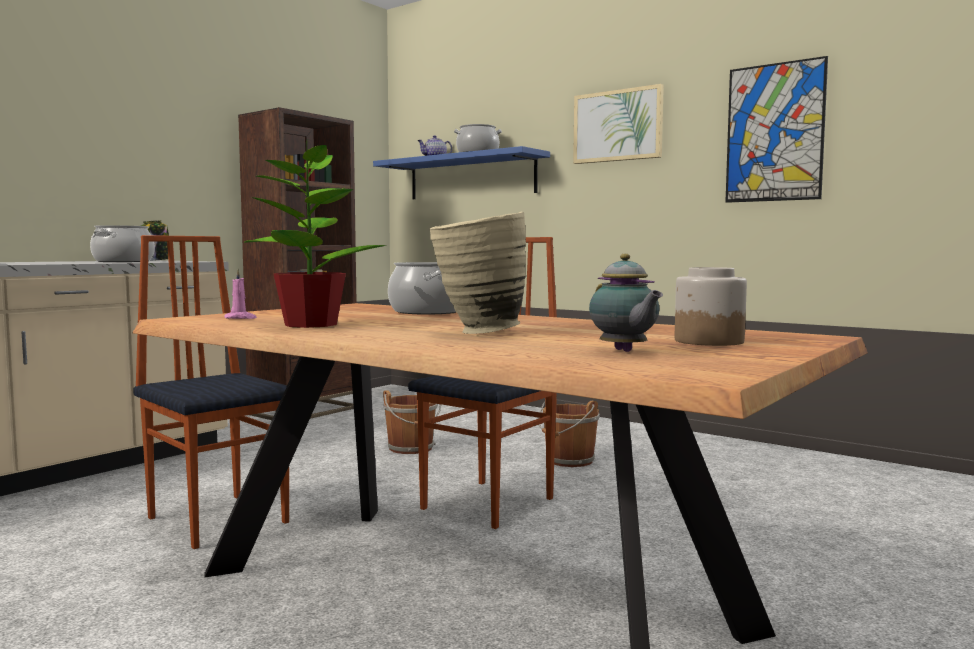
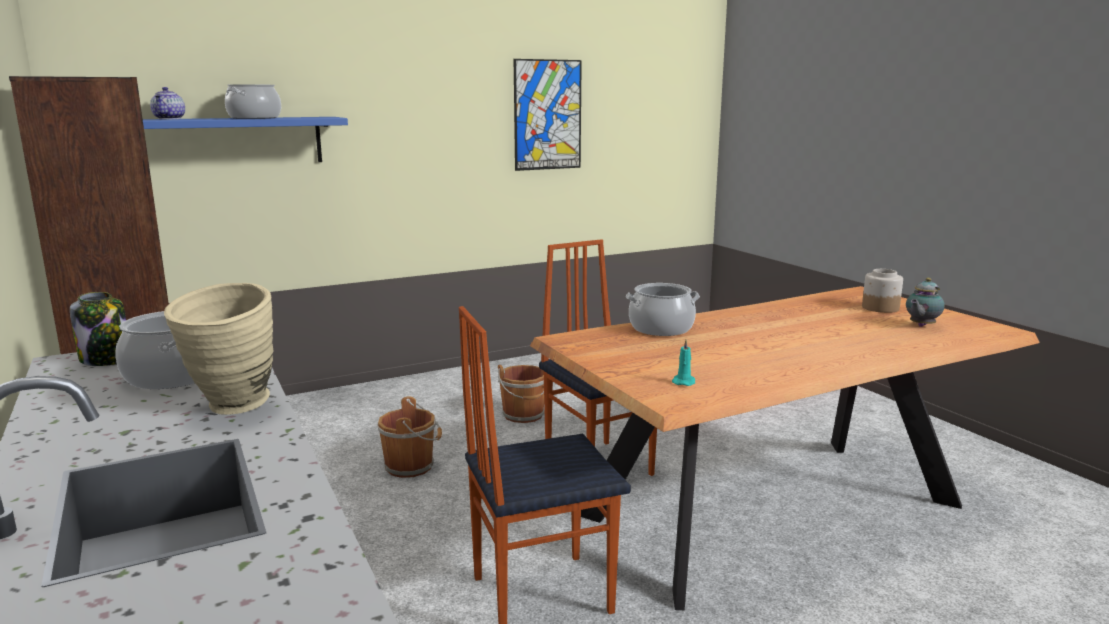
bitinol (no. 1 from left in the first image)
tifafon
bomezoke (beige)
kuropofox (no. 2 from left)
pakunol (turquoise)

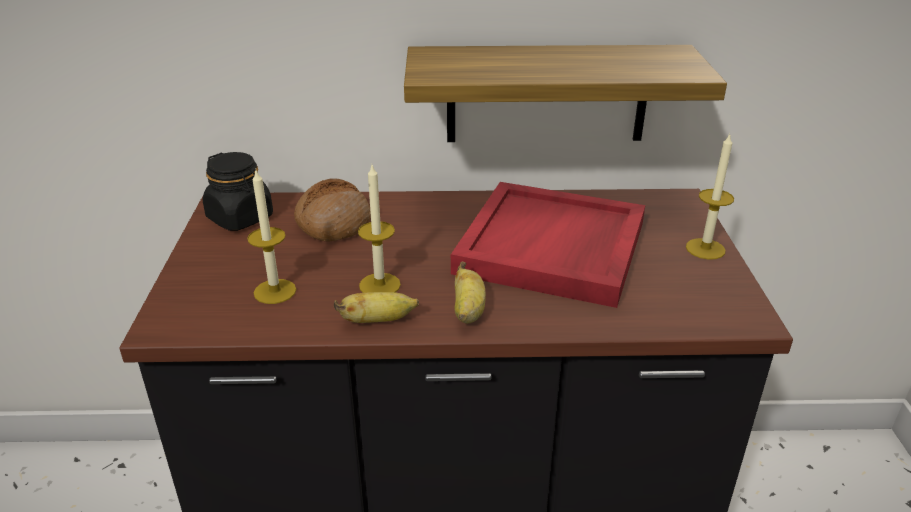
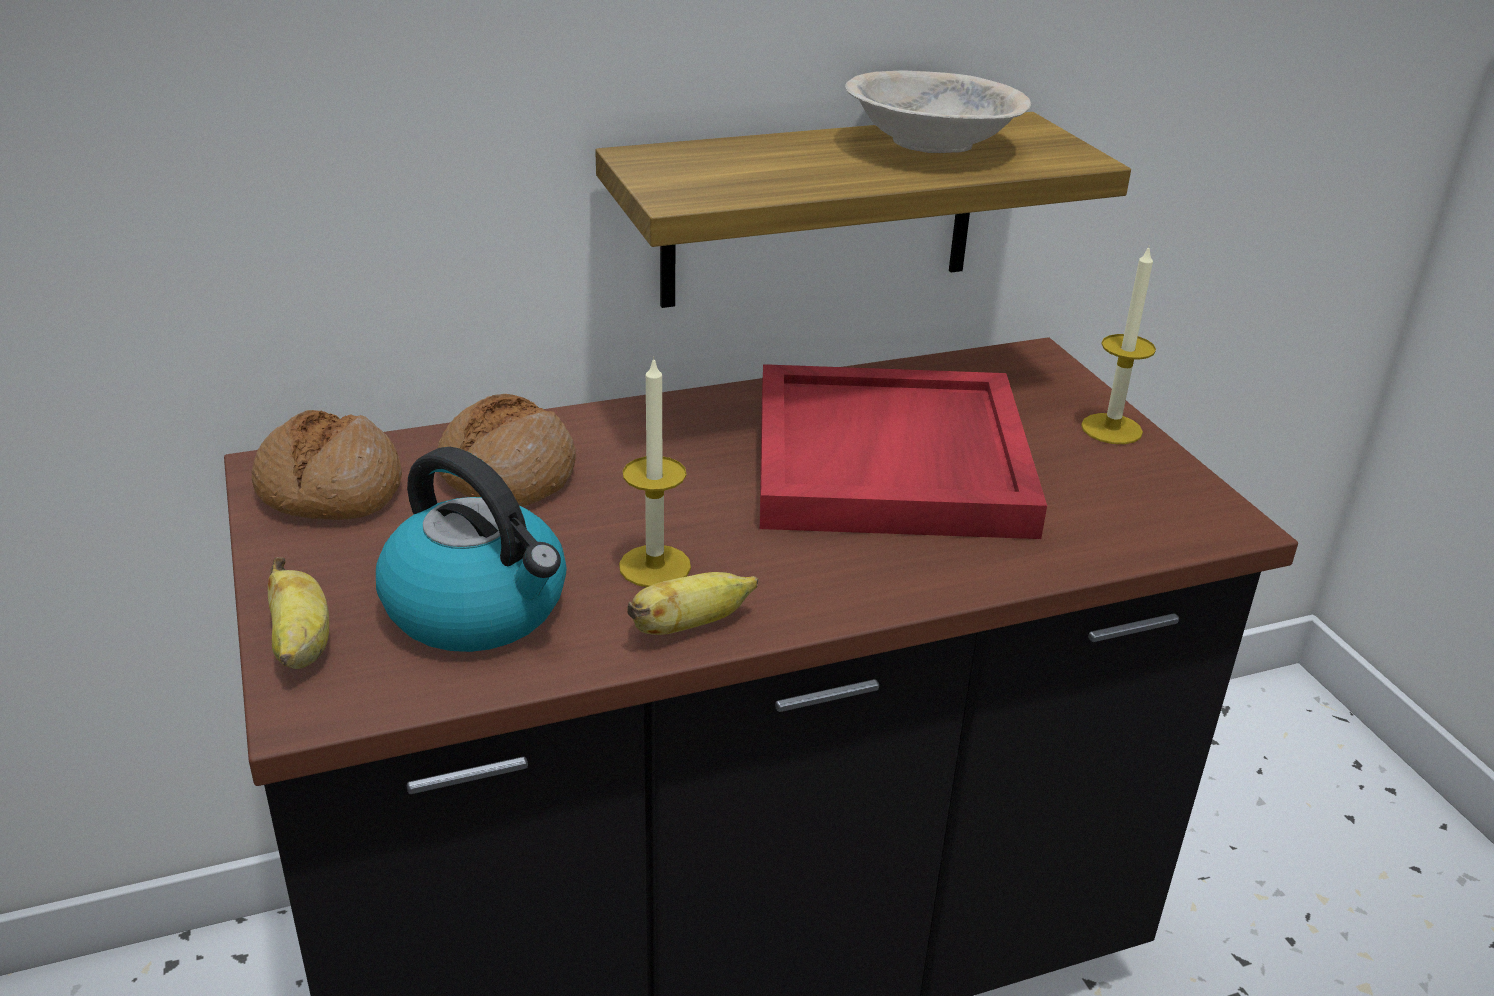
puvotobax (no. 1 from left)
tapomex
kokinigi (no. 1 from left)
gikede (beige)

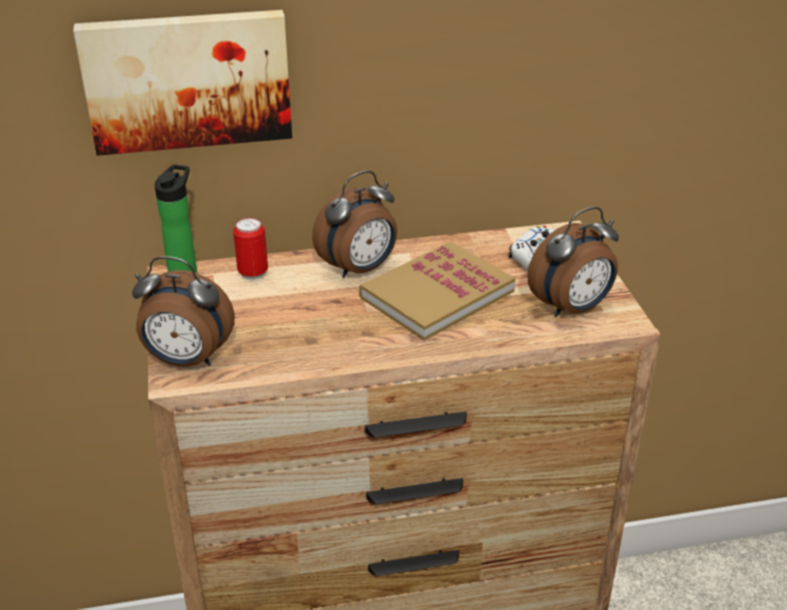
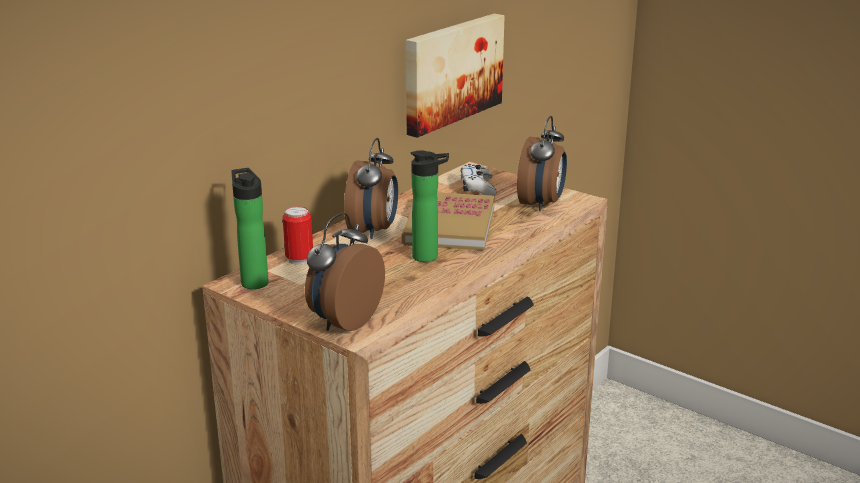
bitinol
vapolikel (no. 1 from left)
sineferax (no. 2 from left)

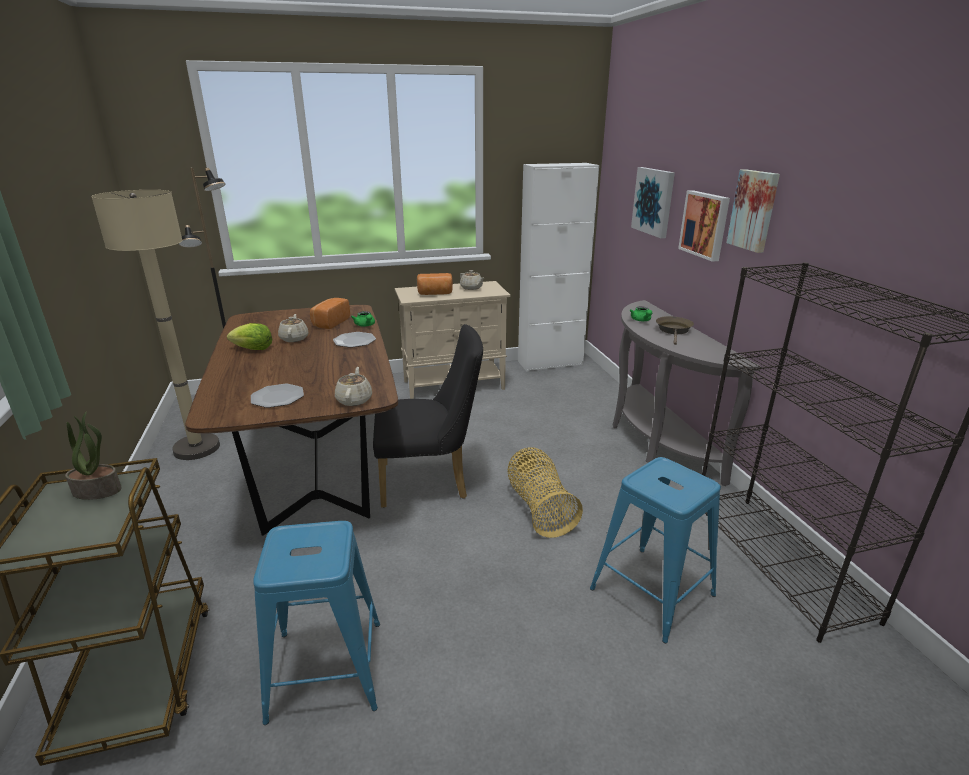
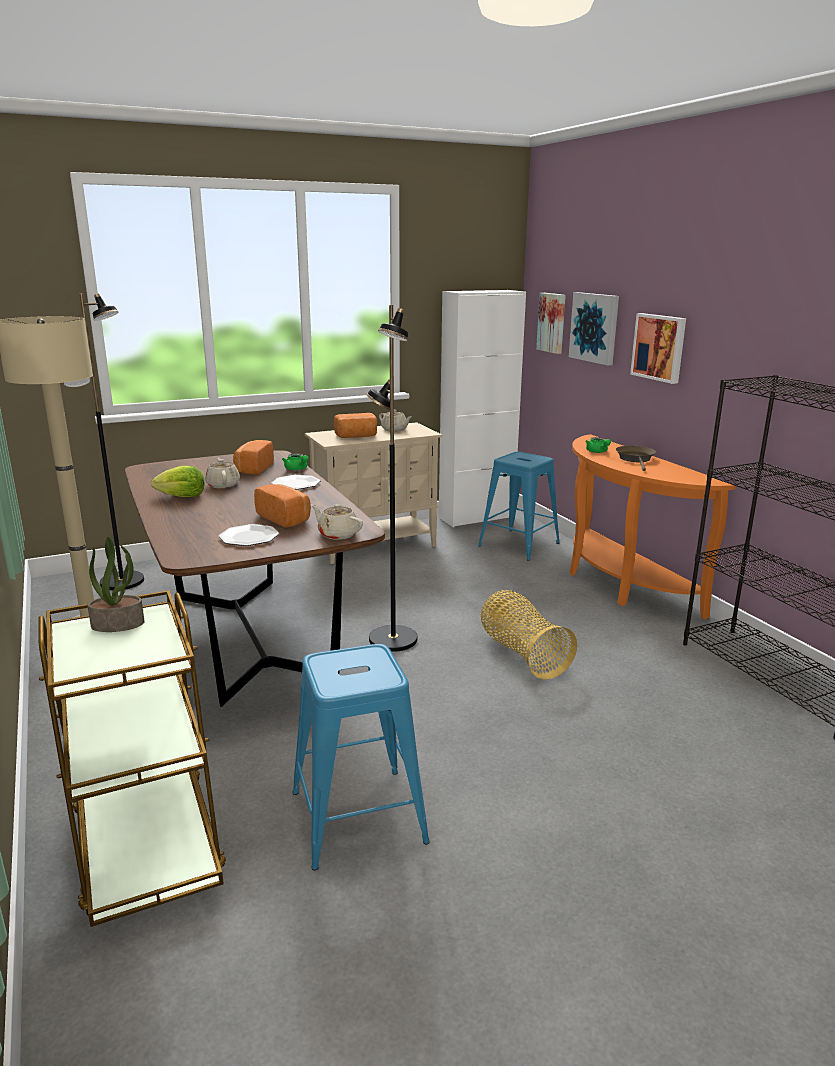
bitinol (no. 1 from left)
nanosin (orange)
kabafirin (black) (no. 2 from left)
kuropofox (beige) (no. 2 from left)
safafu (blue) (no. 2 from left)
puvotobax (no. 2 from left)

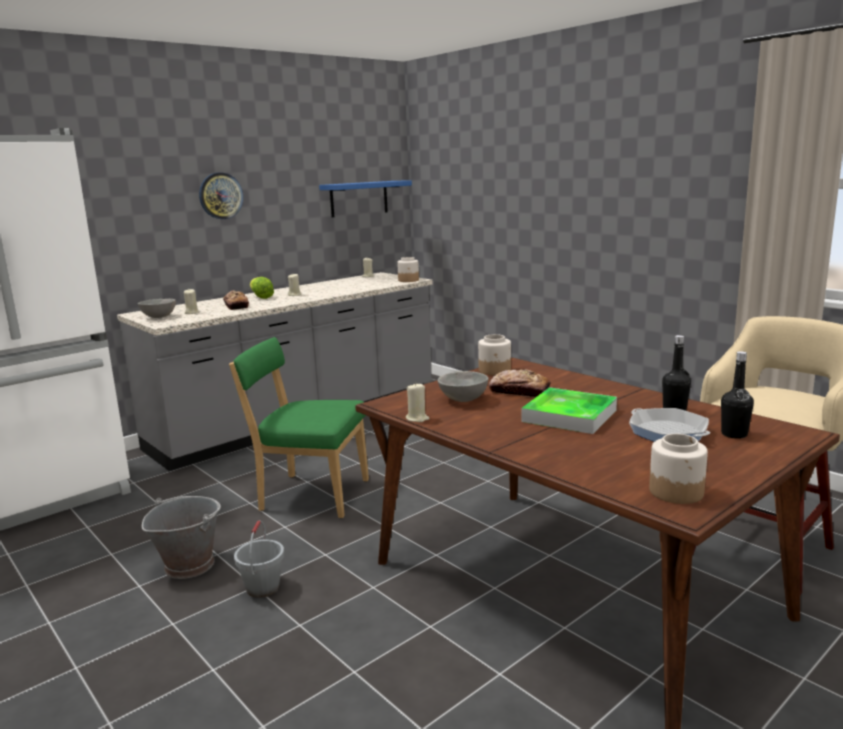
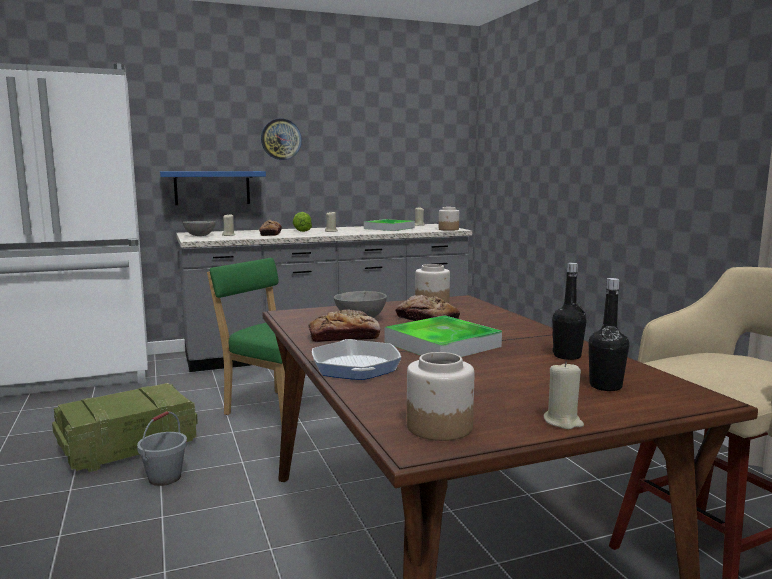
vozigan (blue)
pakunol (beige) (no. 4 from left)
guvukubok
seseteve
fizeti (no. 1 from left)
puvotobax (no. 2 from left)

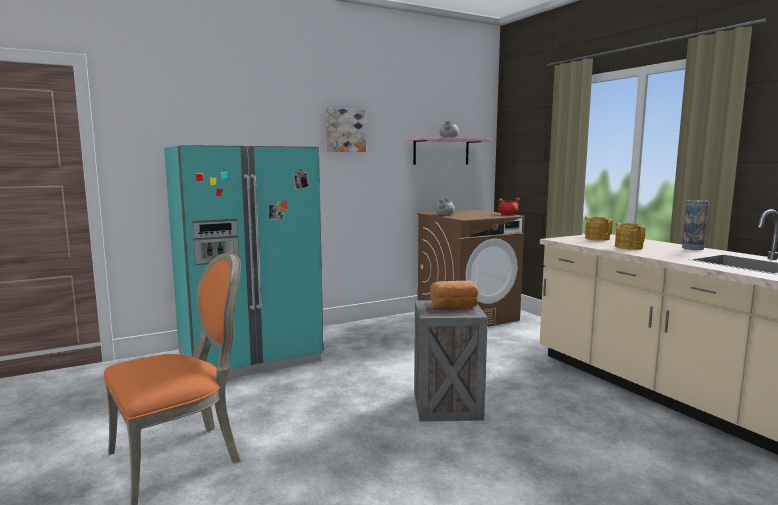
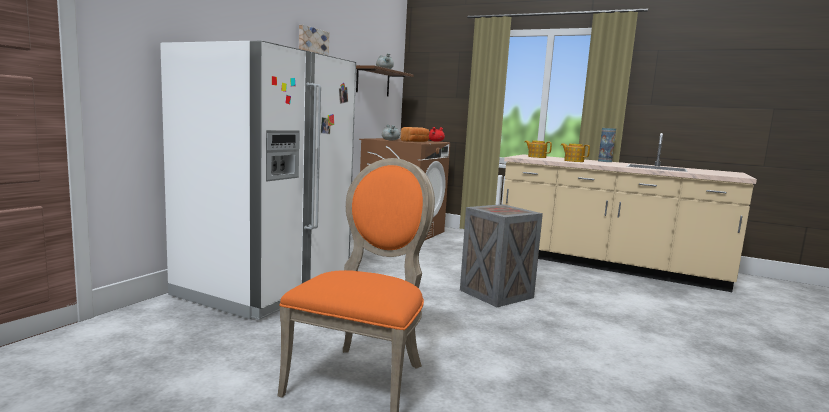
vozigan (brown)
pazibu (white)
puvotobax

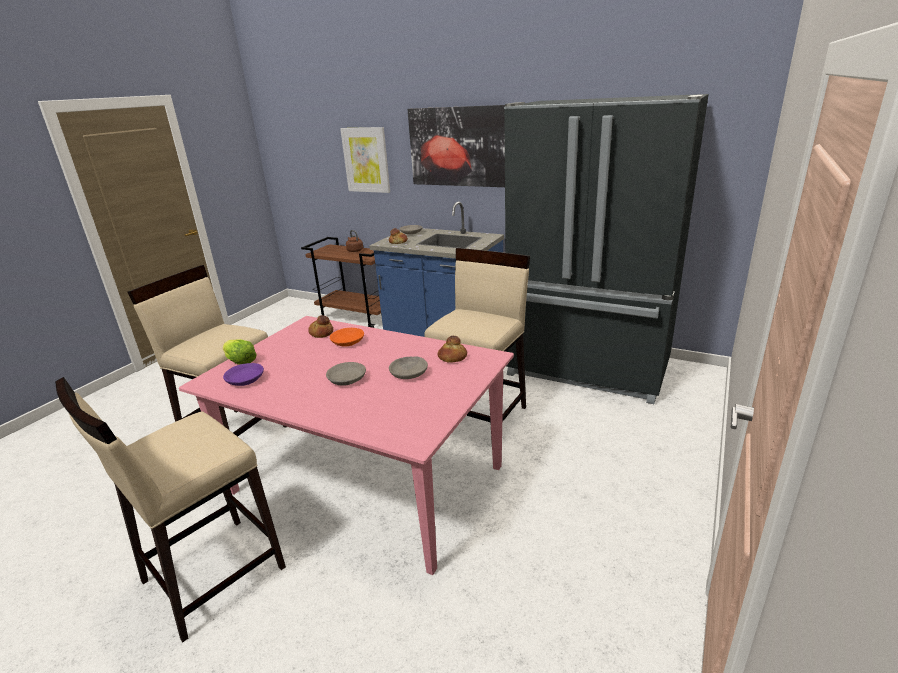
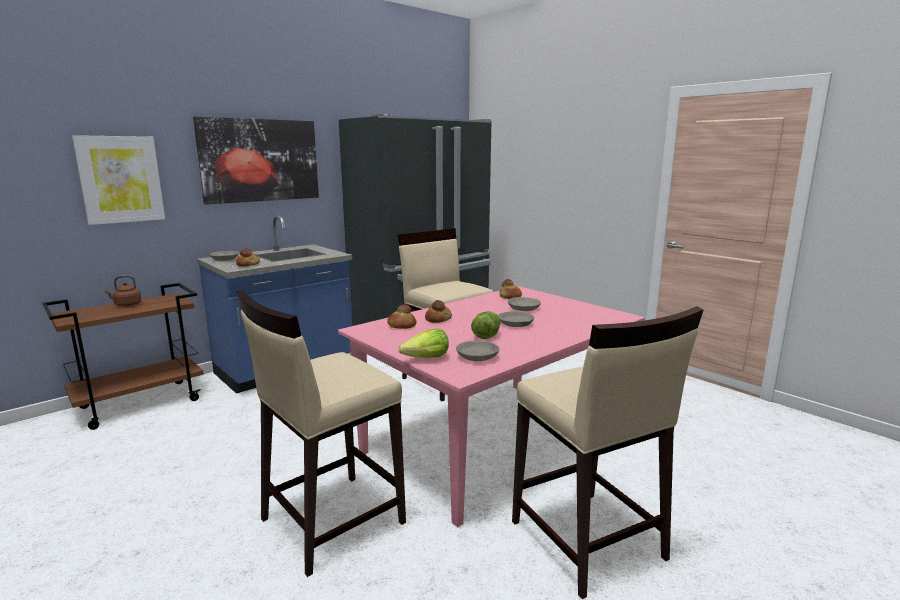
puvotobax (no. 3 from left)
gikede (grey) (no. 2 from left)
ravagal (no. 2 from left)

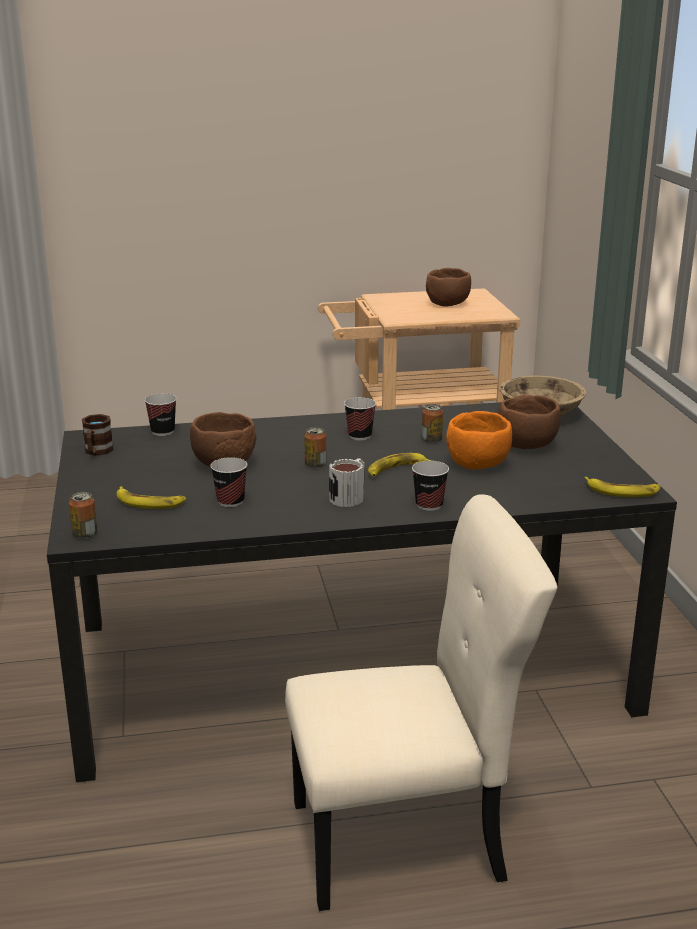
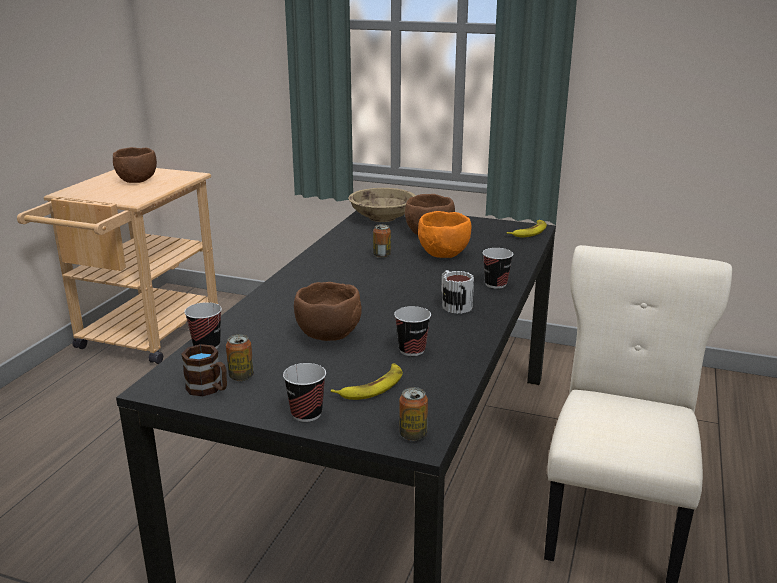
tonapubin (no. 2 from left)
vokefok (no. 1 from left)
kokinigi (no. 2 from left in the first image)

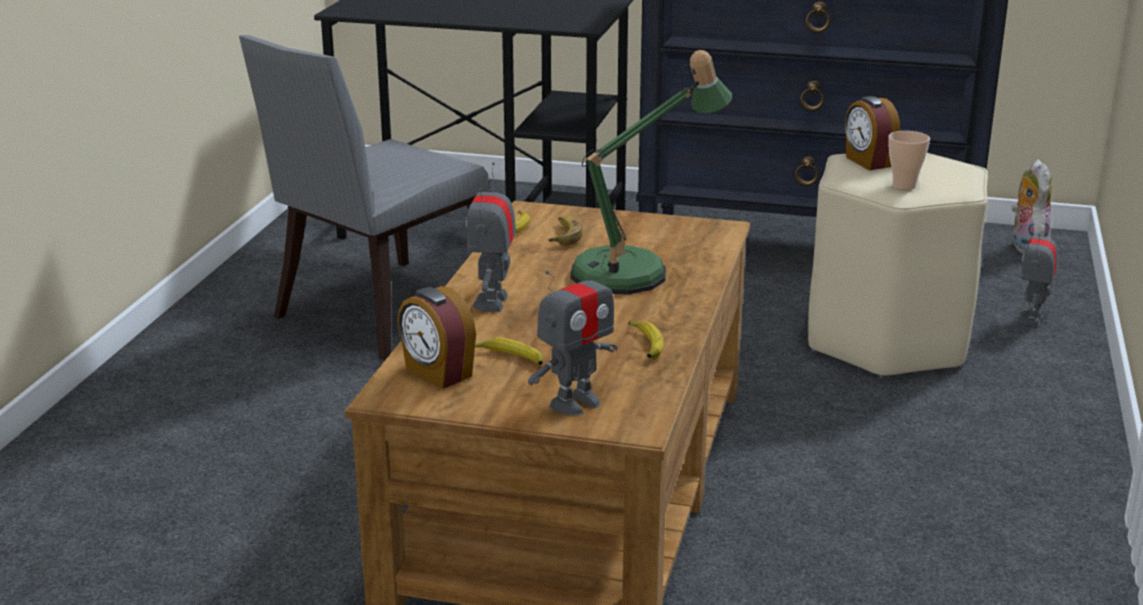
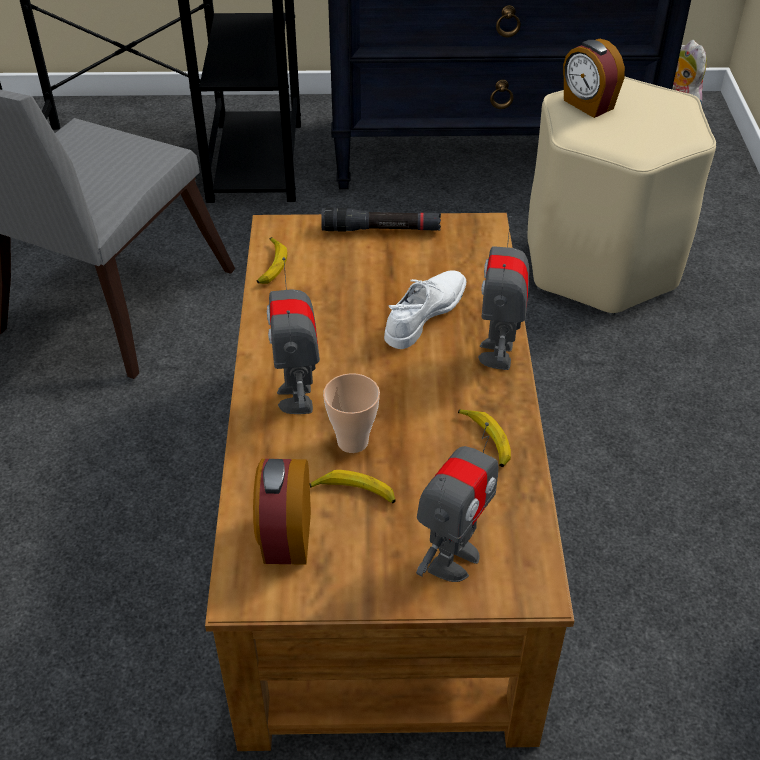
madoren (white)
tonapubin
kokinigi (no. 3 from left in the first image)
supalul (no. 3 from left)
vapolikel (no. 1 from left)
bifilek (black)

